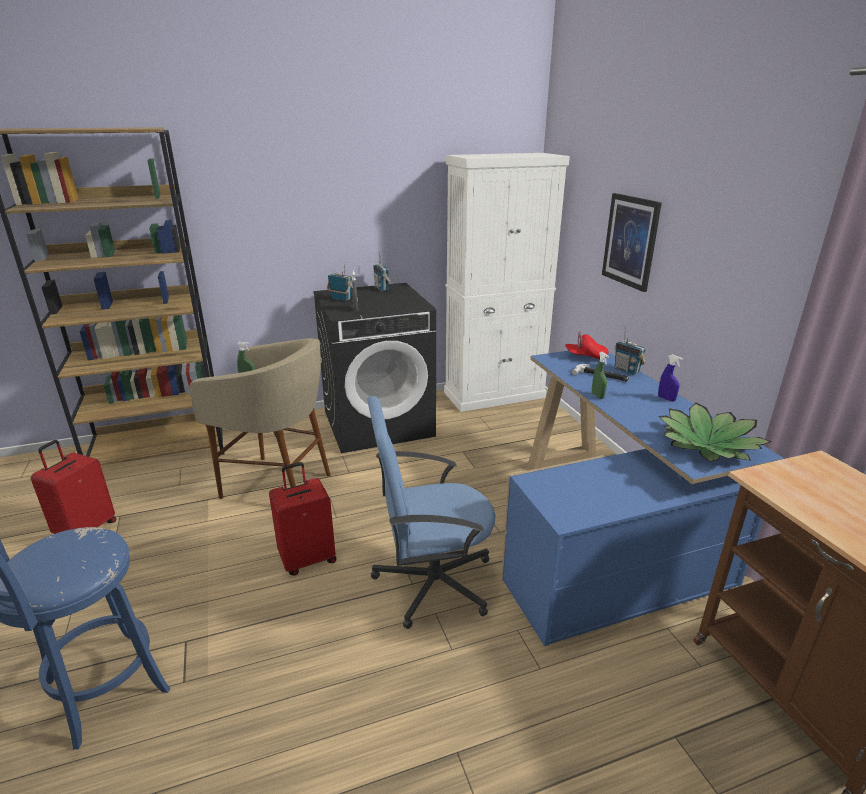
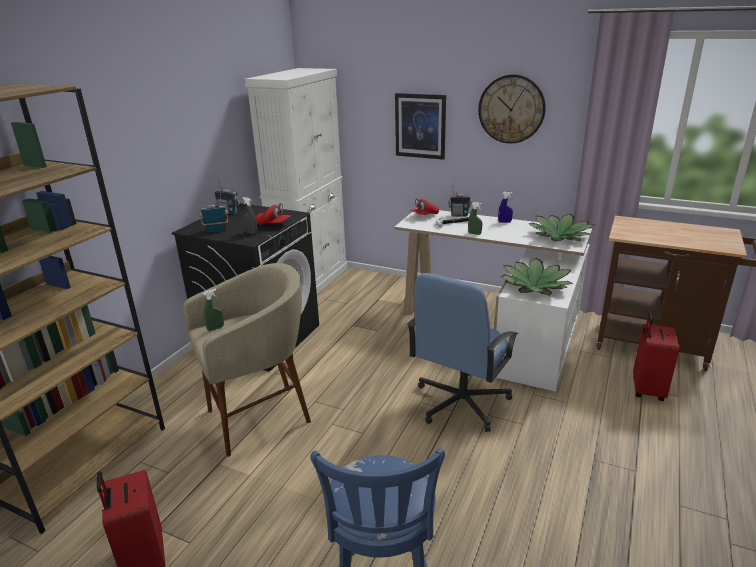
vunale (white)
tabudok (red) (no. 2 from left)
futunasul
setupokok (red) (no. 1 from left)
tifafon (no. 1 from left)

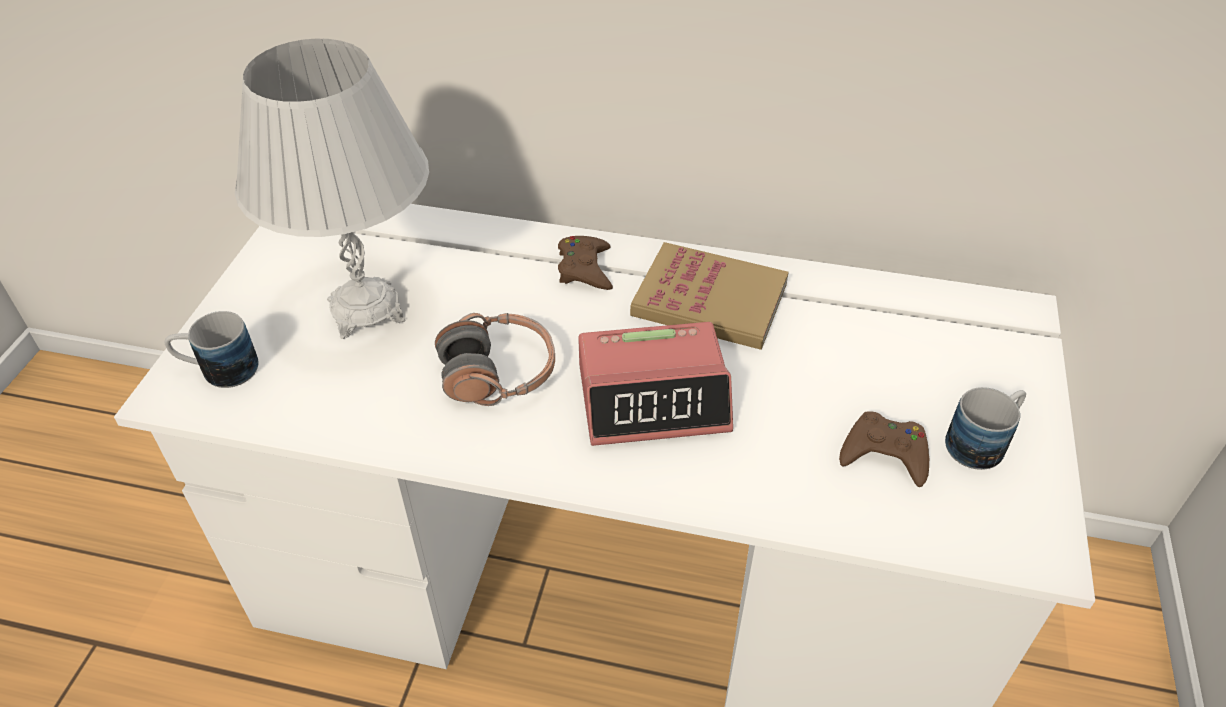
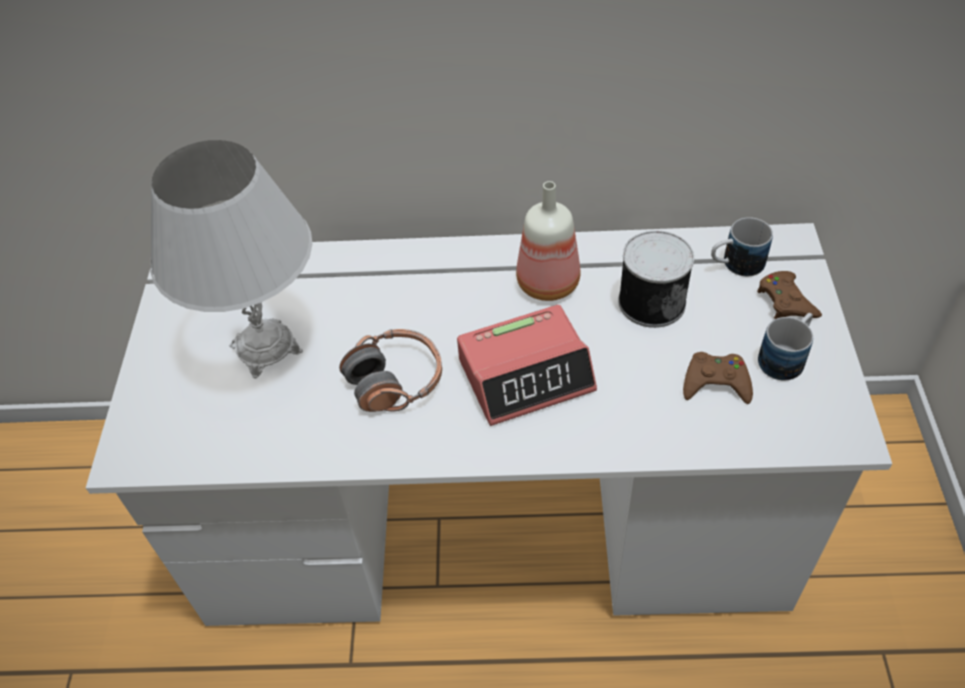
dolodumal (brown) (no. 2 from left)
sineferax
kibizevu (no. 1 from left)
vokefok

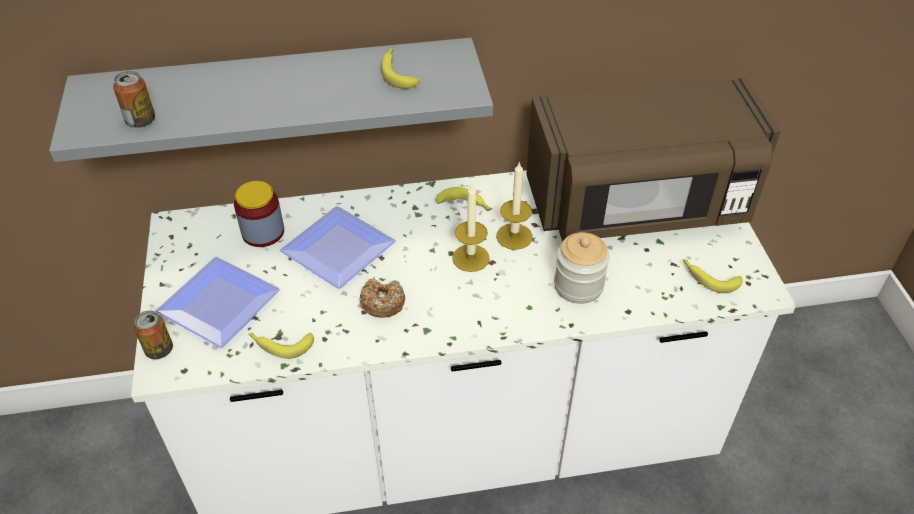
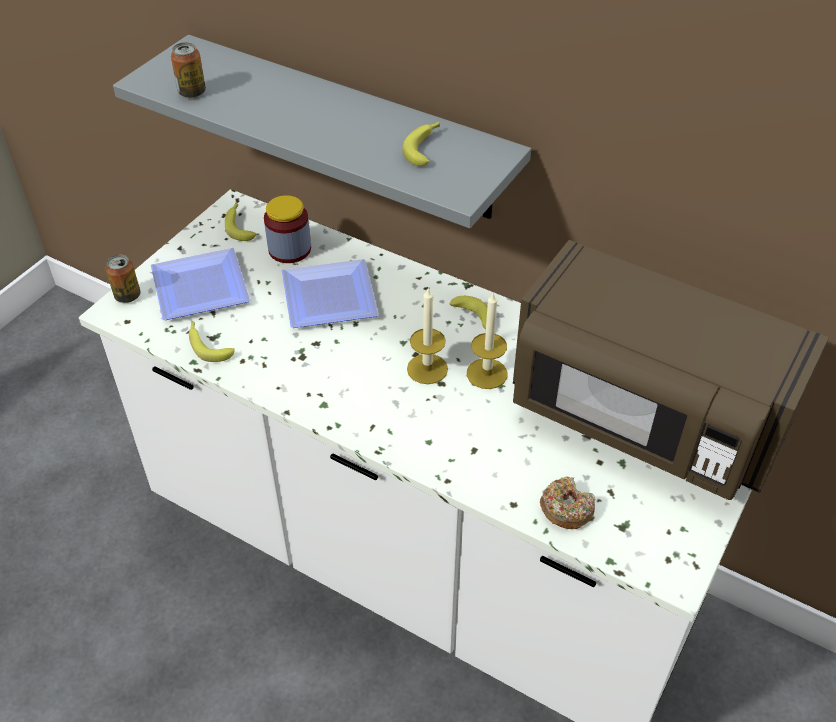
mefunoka (no. 2 from left in the first image)
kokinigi (no. 2 from left)
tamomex

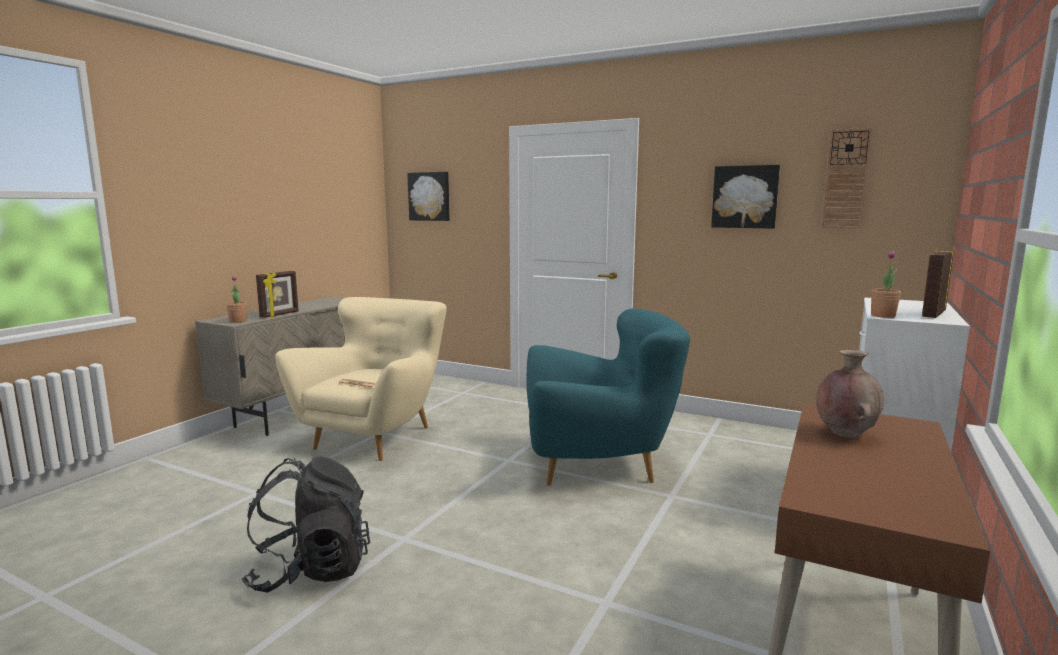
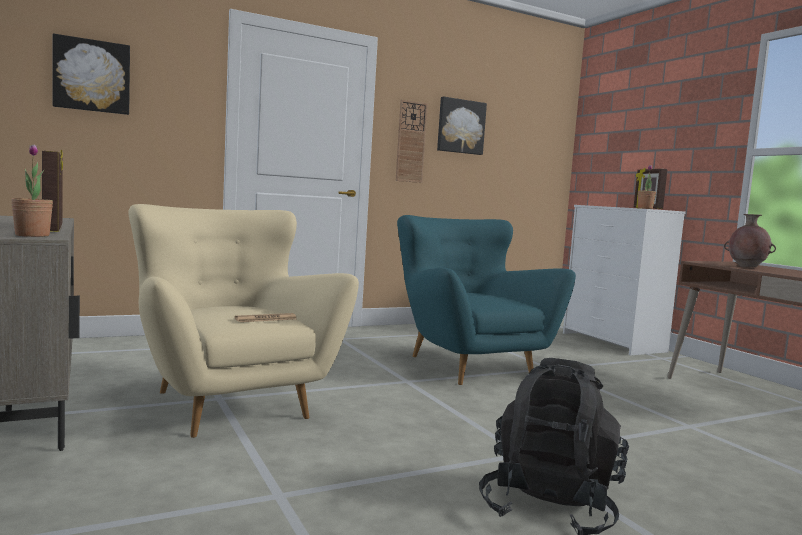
futunasul
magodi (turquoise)

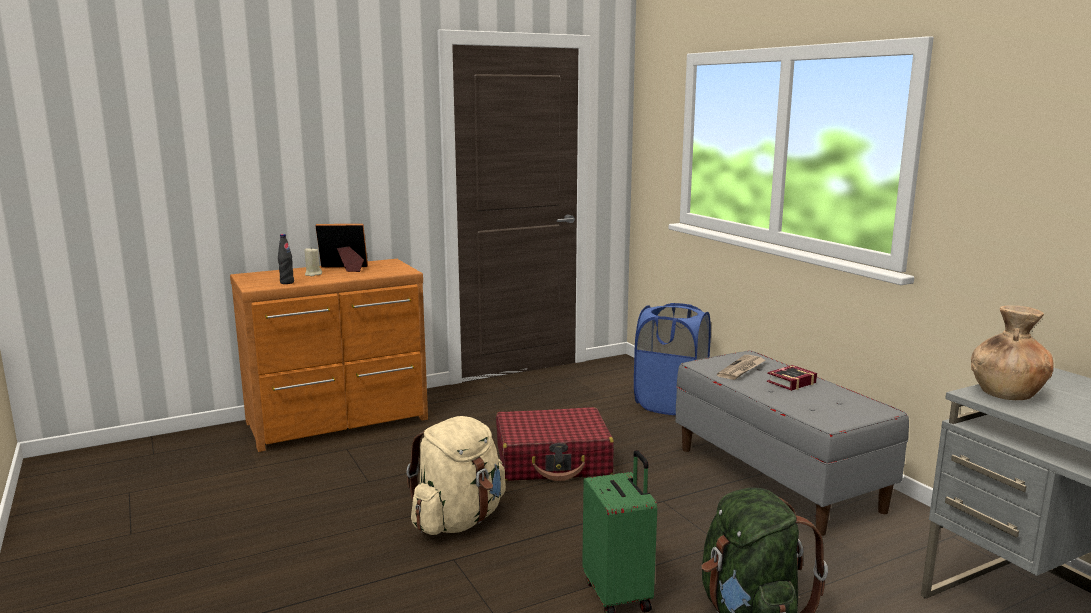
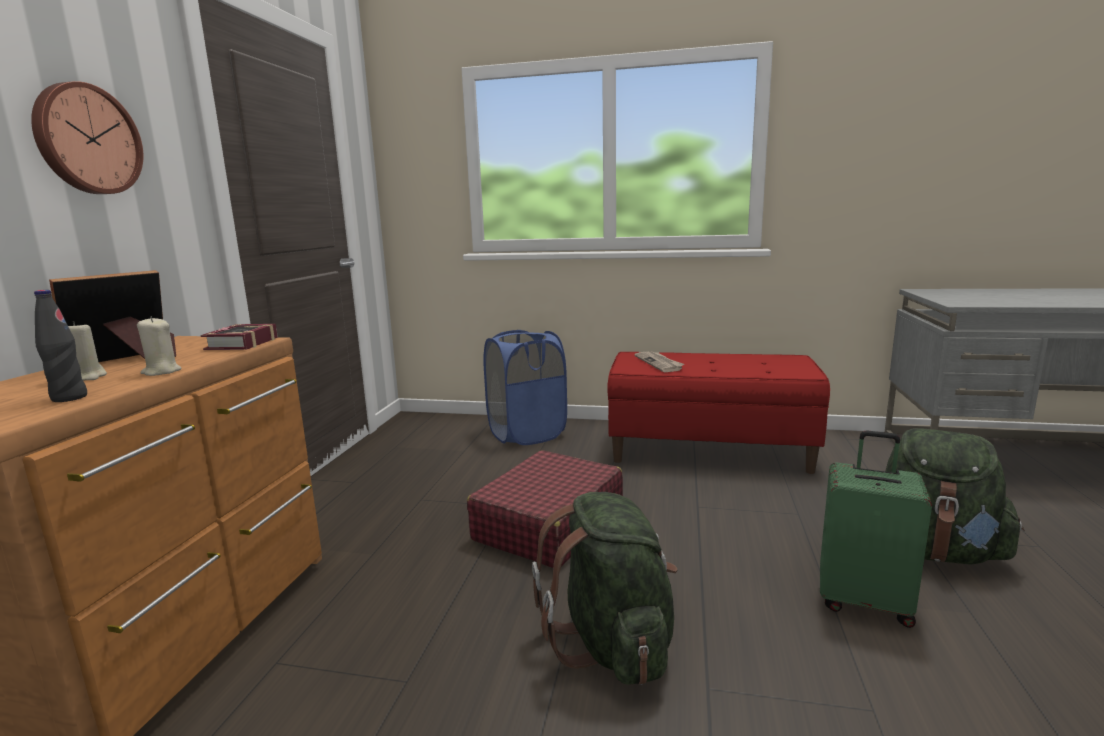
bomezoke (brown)
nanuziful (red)
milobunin
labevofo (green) (no. 1 from left)
futunasul
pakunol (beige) (no. 2 from left)

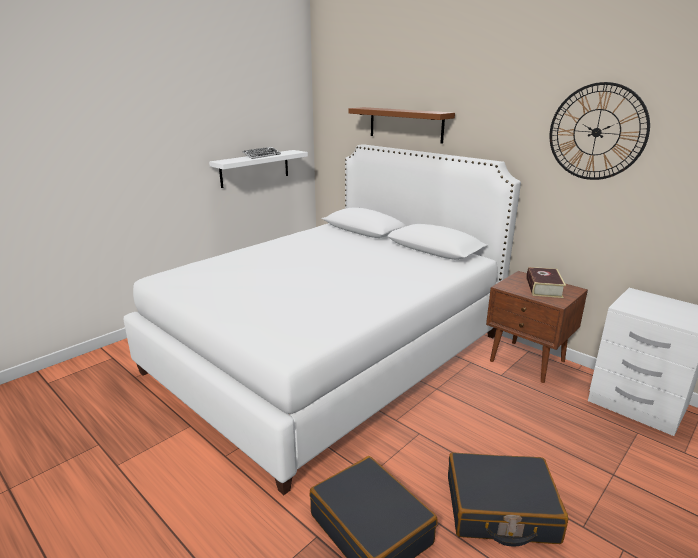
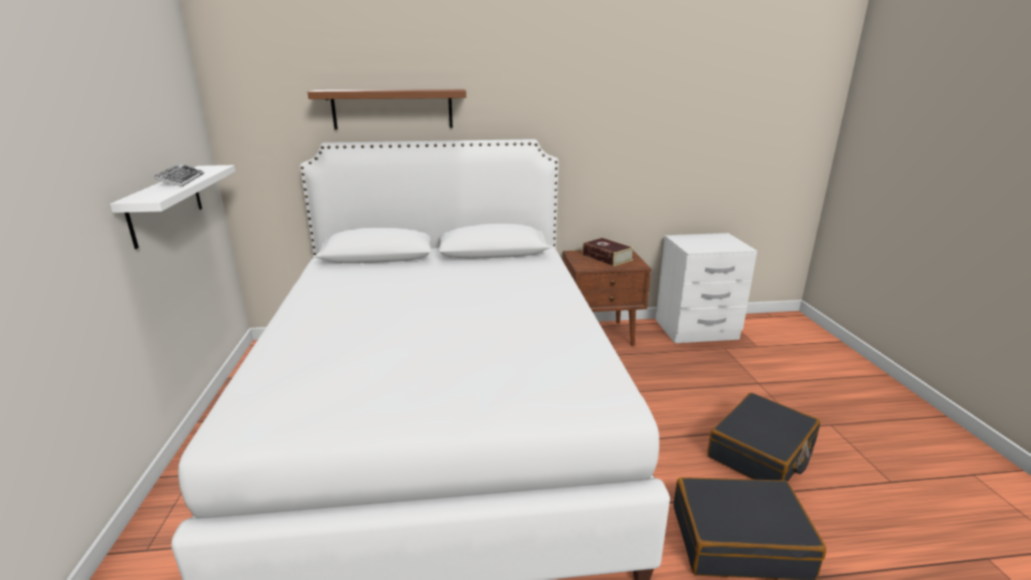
futunasul

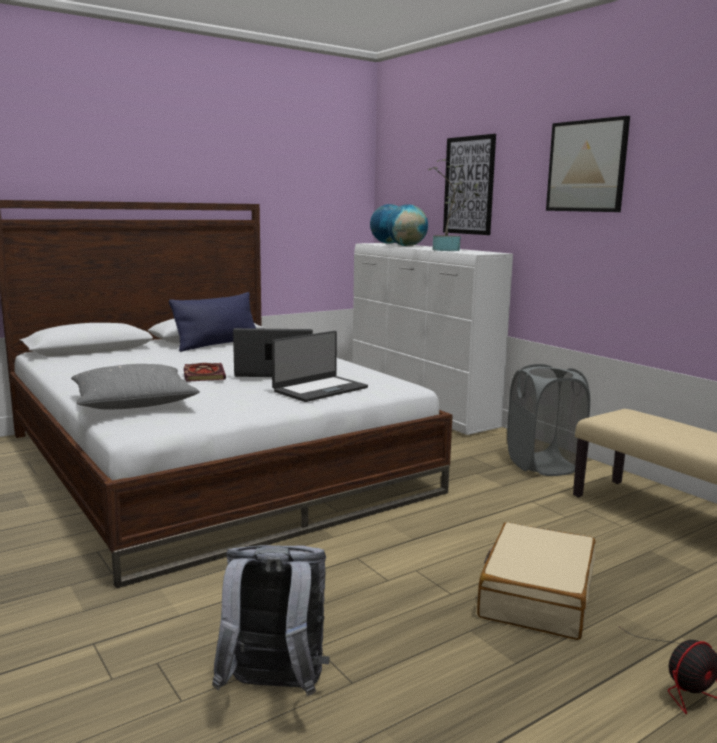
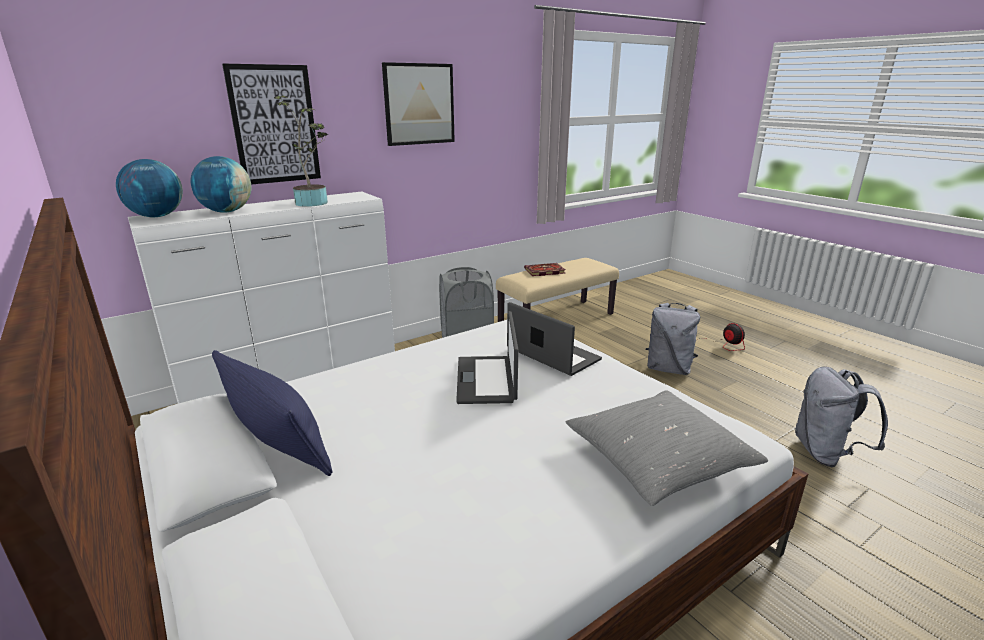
milobunin
labevofo (grey) (no. 1 from left)

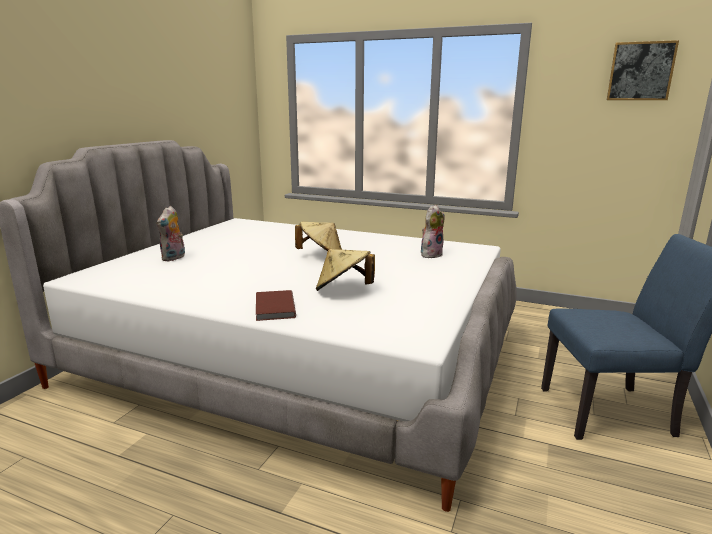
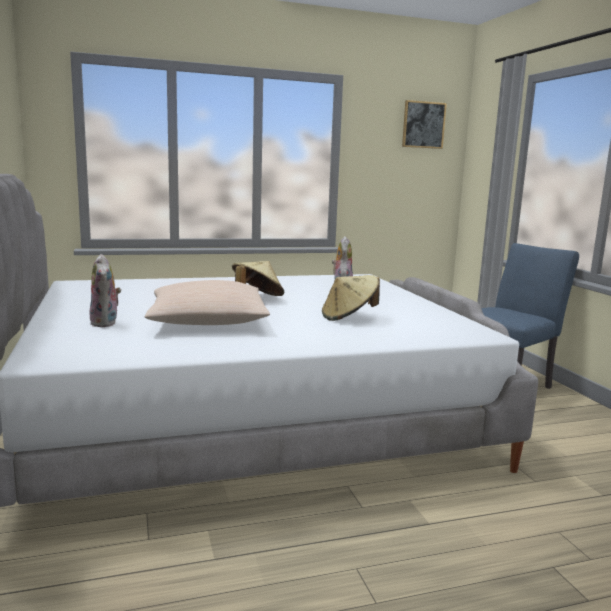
milobunin (brown)
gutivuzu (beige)

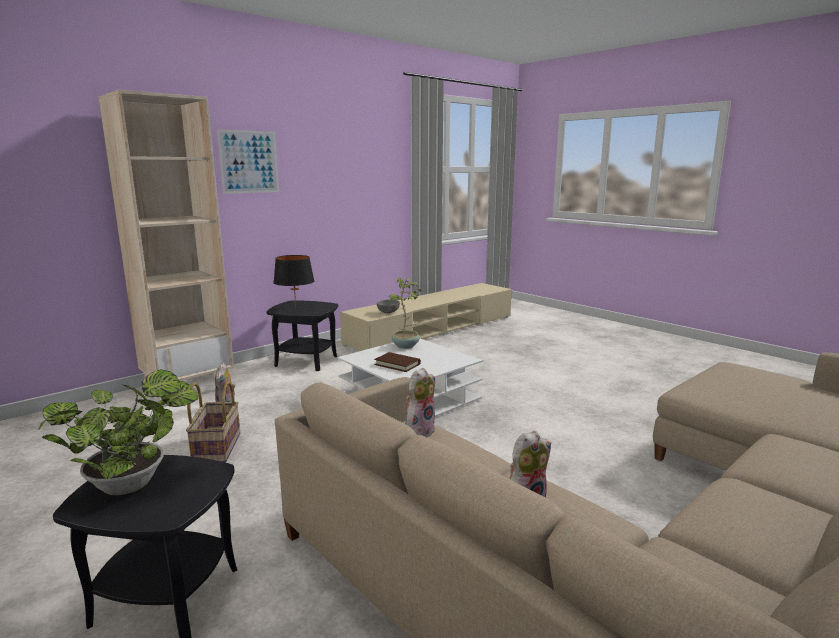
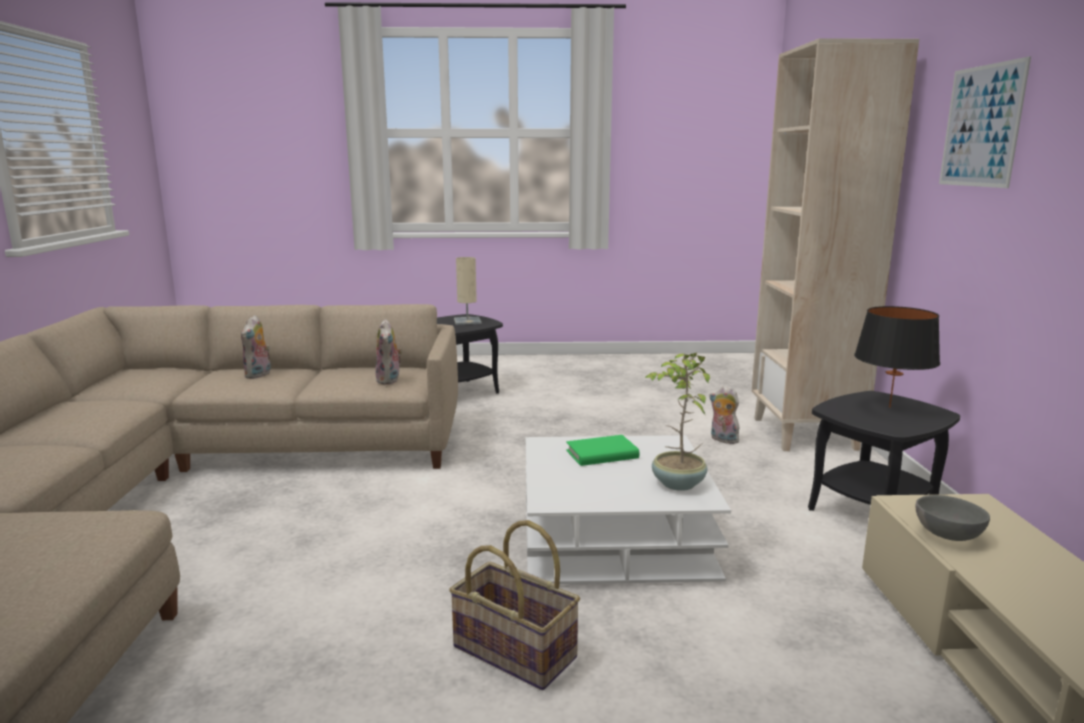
milobunin (green)
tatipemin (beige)
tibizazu

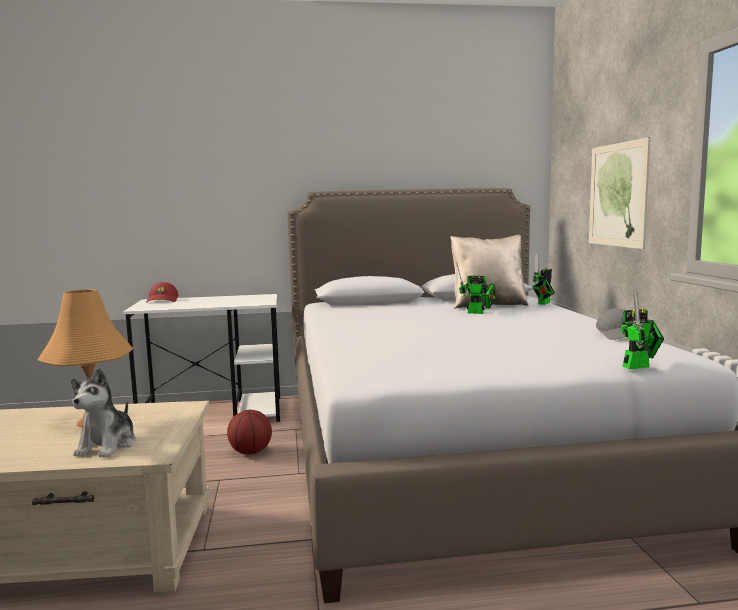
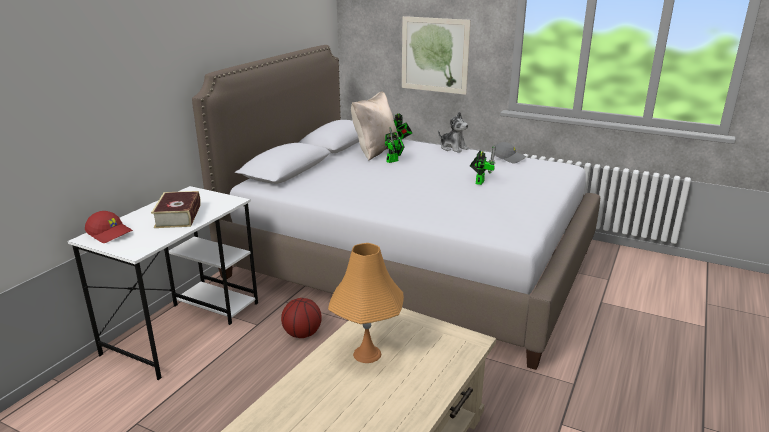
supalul (no. 3 from left)
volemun
milobunin

